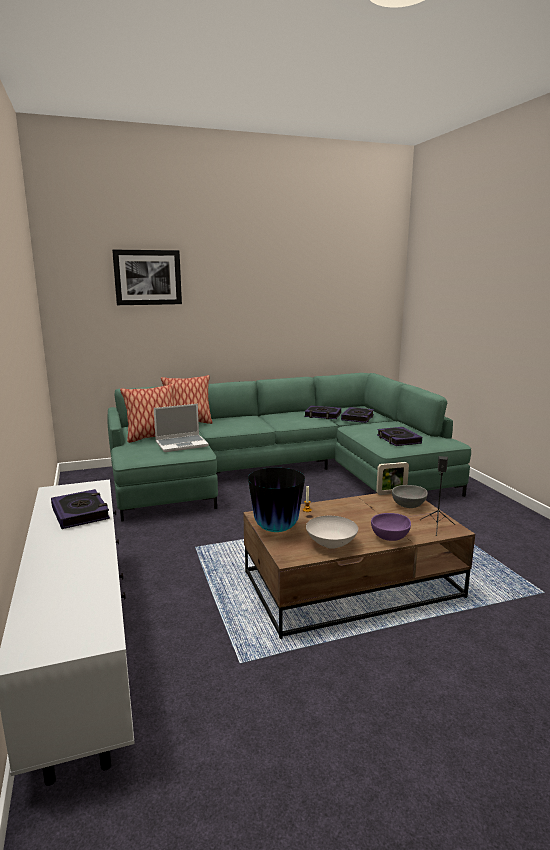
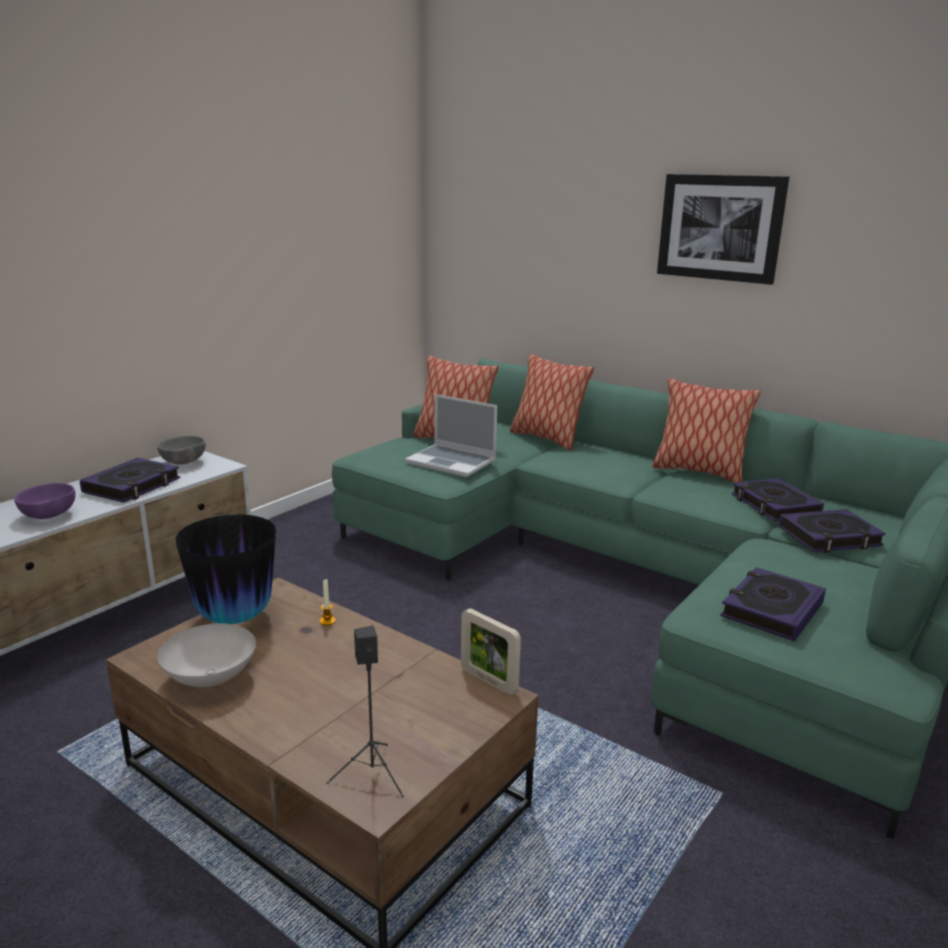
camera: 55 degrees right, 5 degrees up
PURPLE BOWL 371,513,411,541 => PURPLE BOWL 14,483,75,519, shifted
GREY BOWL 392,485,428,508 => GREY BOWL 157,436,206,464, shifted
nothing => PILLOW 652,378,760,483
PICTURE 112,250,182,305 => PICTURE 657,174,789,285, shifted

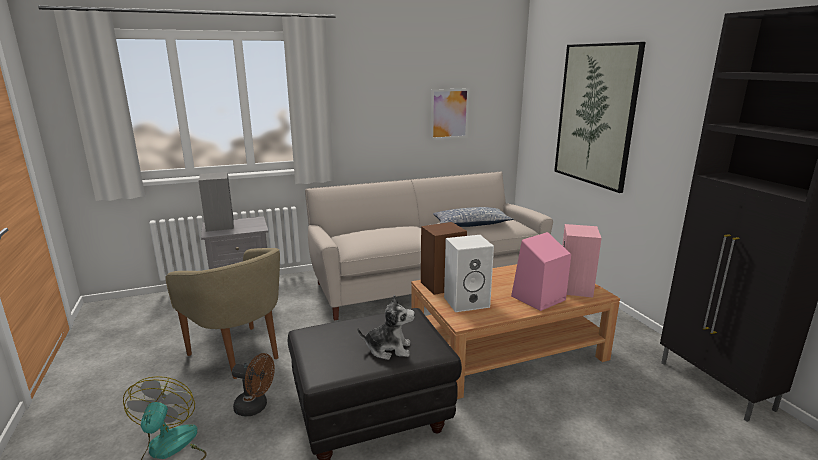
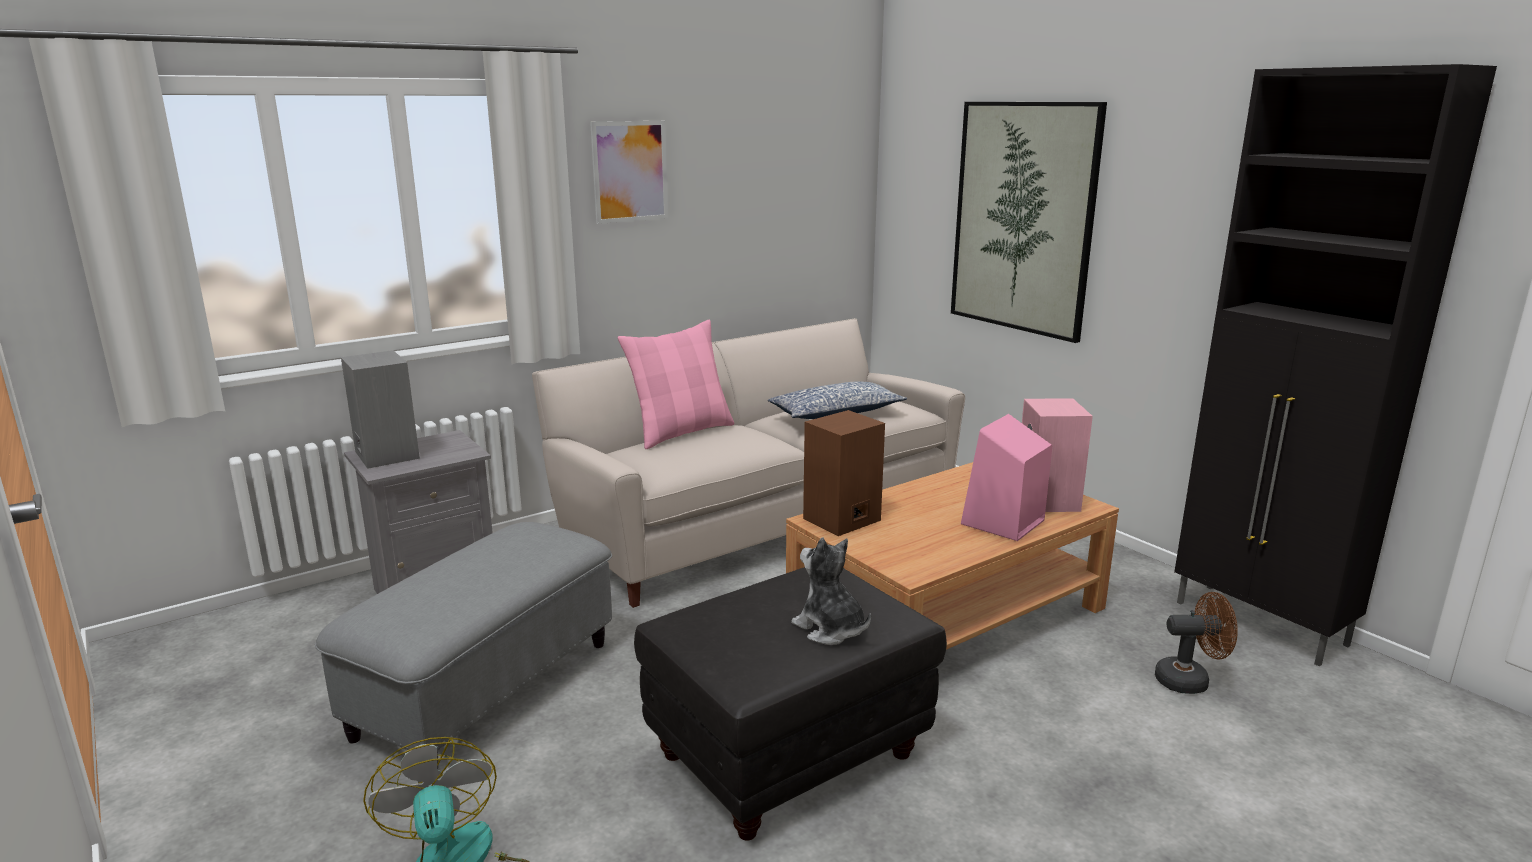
camera: 15 degrees left, 0 degrees up
BEIGE ARMCHAIR 166,248,280,379 => GREY OTTOMAN 315,522,612,769
PICTURE 431,88,469,140 => PICTURE 590,121,668,224, shifted
nothing => PINK PILLOW 618,320,735,449
PLUSH TOY 357,294,415,360 => PLUSH TOY 791,537,871,645, 120 degrees counterclockwise
BROWN FAN 232,353,275,416 => BROWN FAN 1155,592,1238,694, shifted
WHITE SPEAKER 444,235,494,312 => nothing

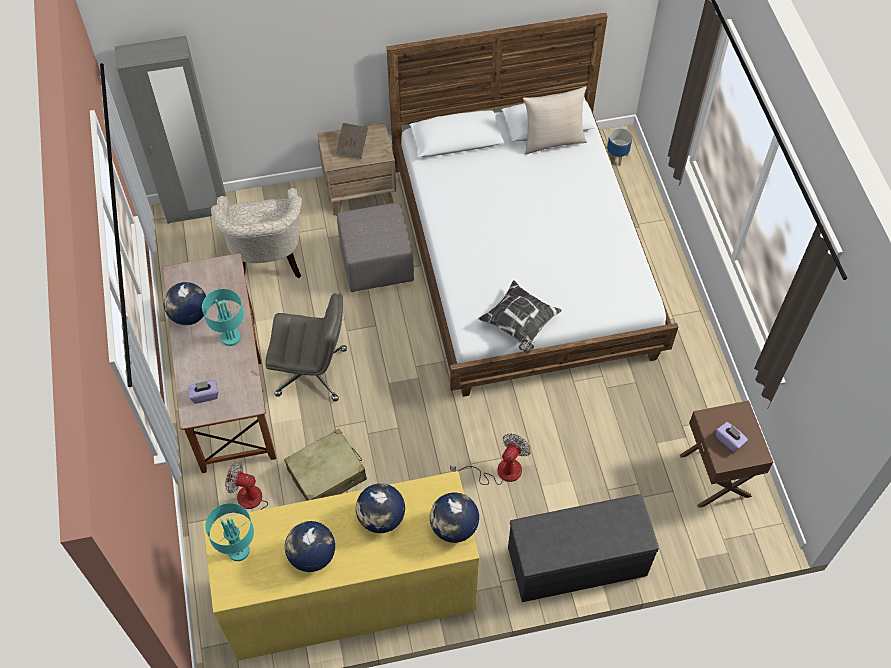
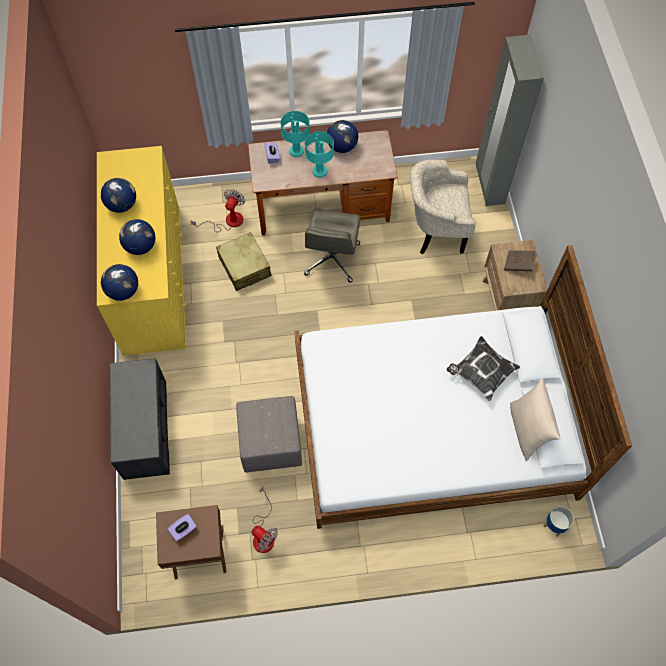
camera: 95 degrees right, 5 degrees up
GREY OTTOMAN 337,203,414,292 => GREY OTTOMAN 236,396,302,473, shifted
FAN 450,433,531,485 => FAN 251,486,278,553, shifted
TURQUOISE TABLE LAMP 205,503,254,561 => TURQUOISE TABLE LAMP 281,111,310,157, shifted
PILLOW 479,280,562,353 => PILLOW 447,336,520,401, shifted

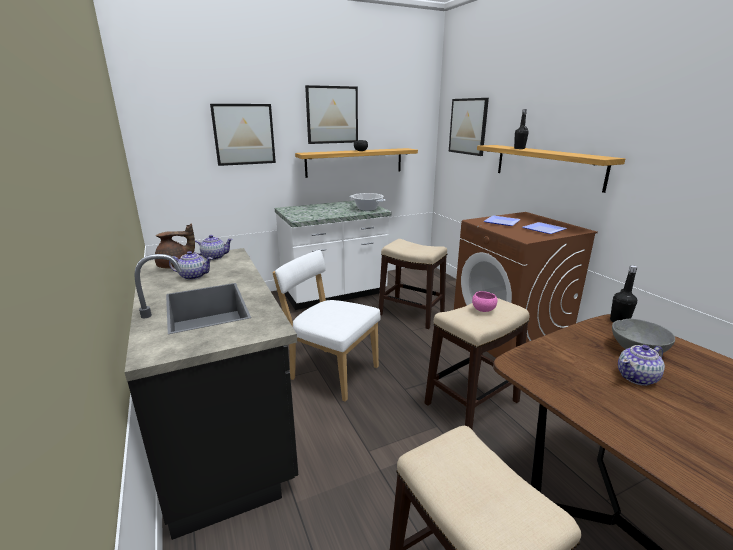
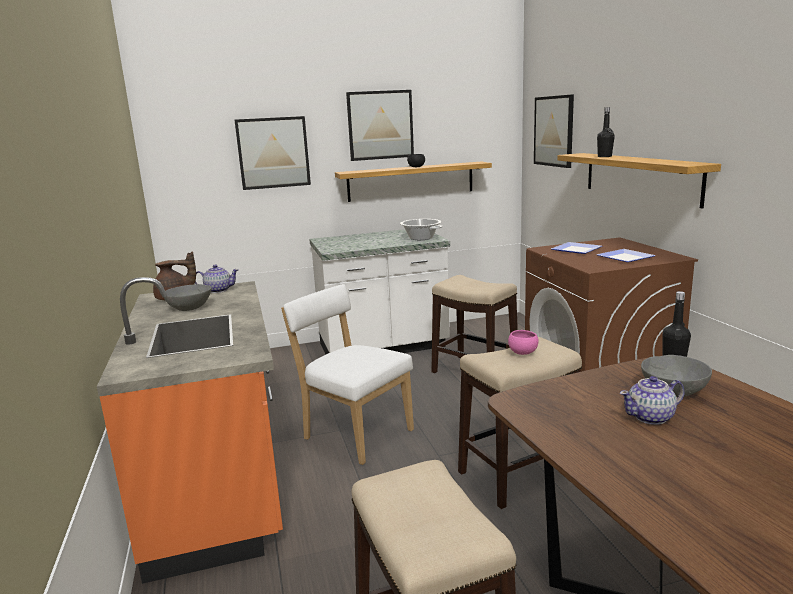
camera: 10 degrees right, 5 degrees down
BLACK COUNTER 125,248,298,540 => ORANGE COUNTER 97,277,283,584
TEAPOT 169,251,213,280 => GREY BOWL 164,284,211,311

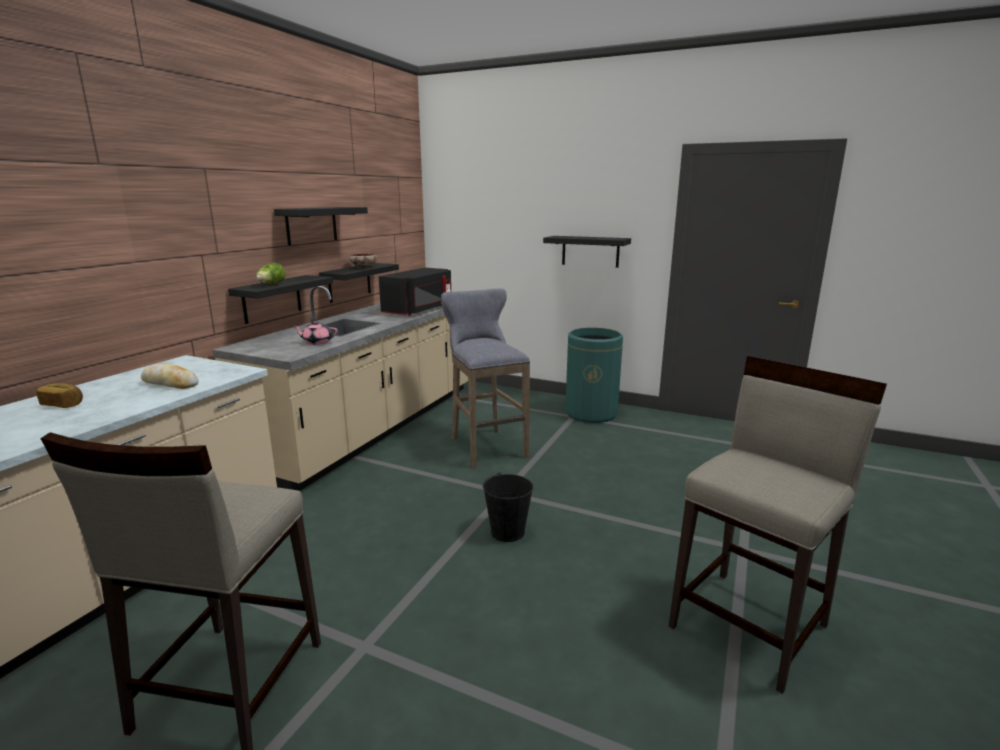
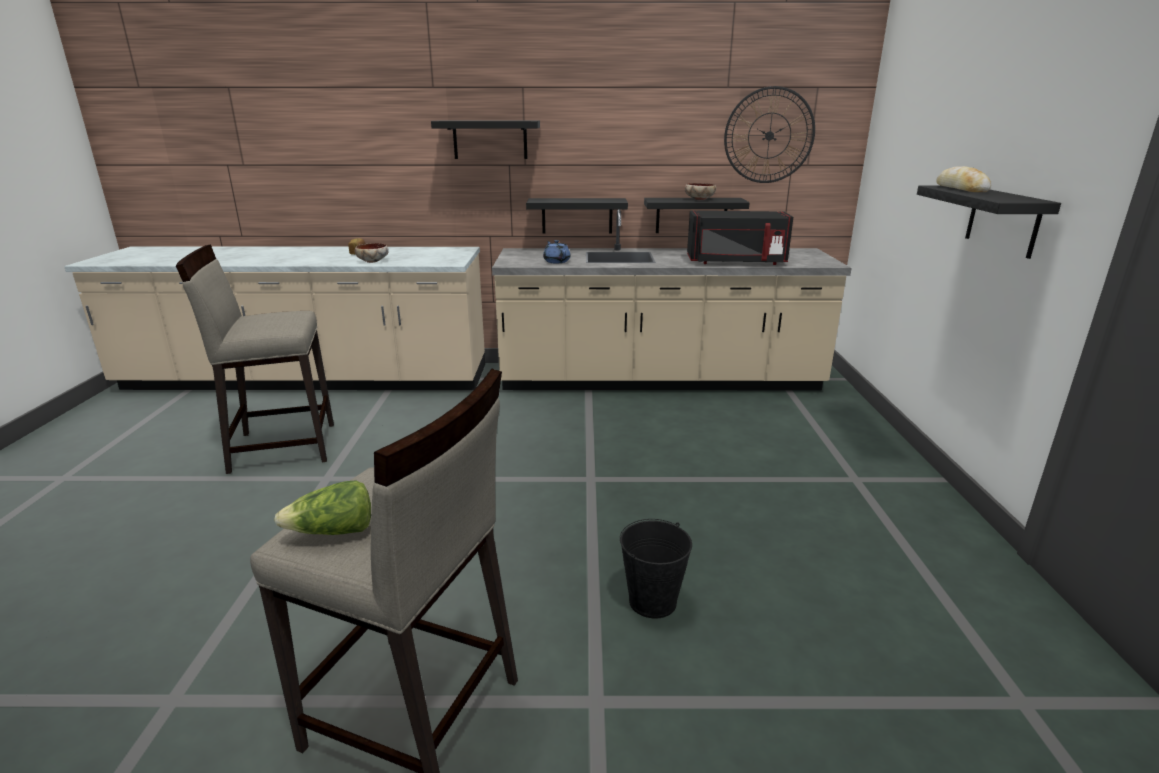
camera: 65 degrees right, 5 degrees up
LETTUCE 256,263,286,284 => LETTUCE 274,480,371,535, shifted
nothing => BOWL 355,243,389,263
BLACK SHELF 274,207,368,245 => BLACK SHELF 431,120,540,159, shifted
PINK TEAPOT 293,321,338,345 => BLUE TEAPOT 543,240,571,263
BLACK BUCKET 483,472,533,542 => BLACK BUCKET 620,519,692,619, shifted
nothing => WALL CLOCK 724,86,815,183
BREAD 141,363,199,389 => BREAD 936,166,991,192, shifted
GREY STOOL 441,288,530,468 => nothing
GREEN TRASH CAN 565,328,623,423 => nothing

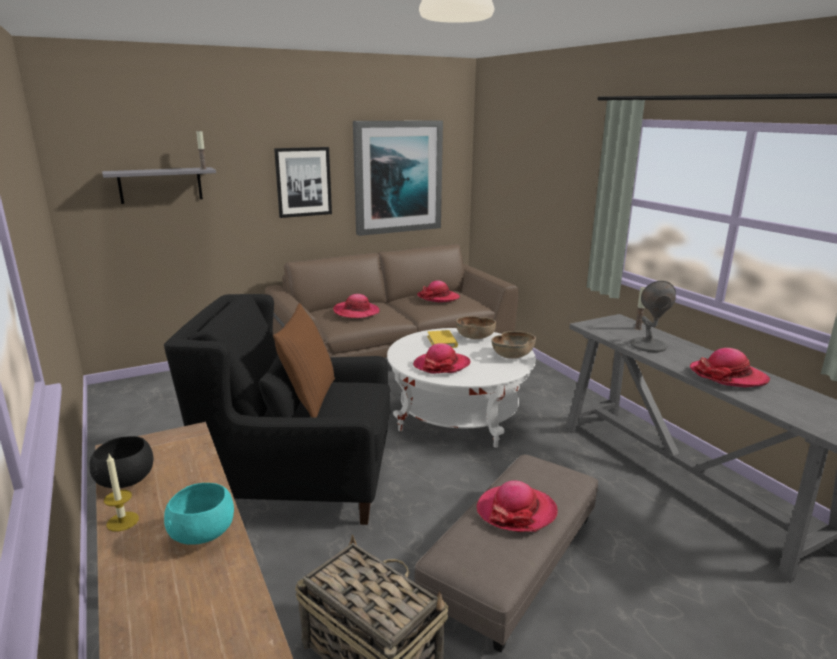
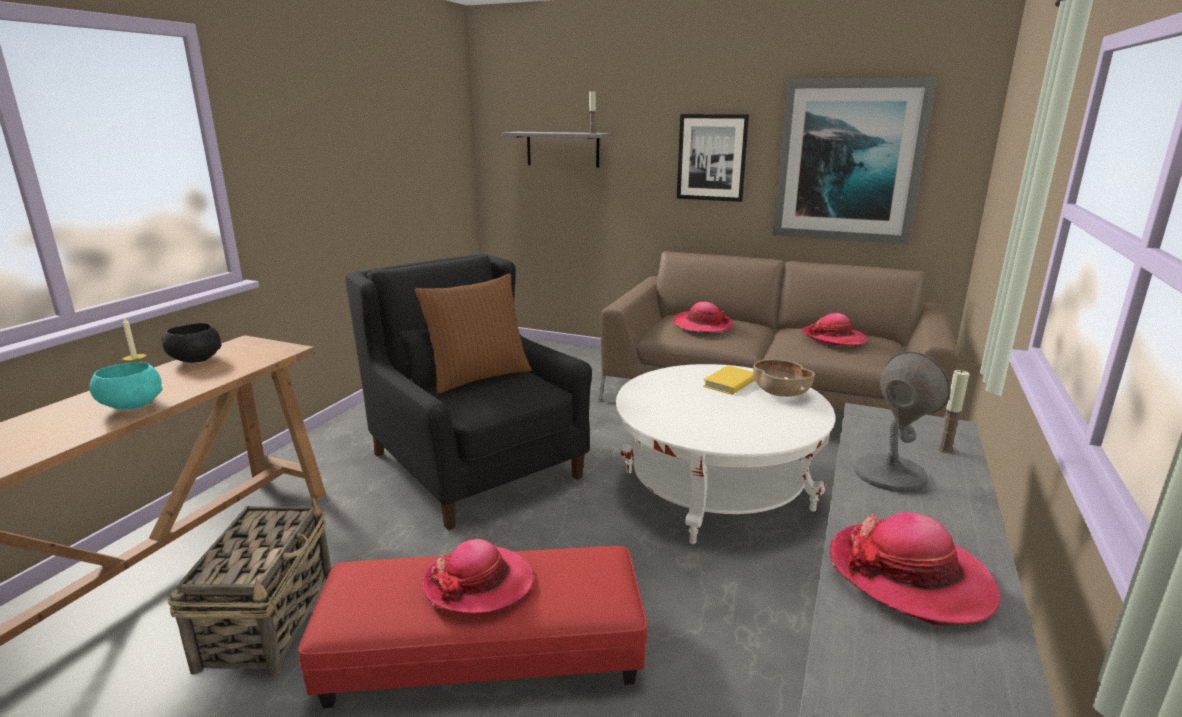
camera: 50 degrees right, 0 degrees up
GREY OTTOMAN 414,455,598,653 => RED OTTOMAN 298,546,647,708
HAT 413,343,471,374 => nothing
BROWN BOWL 491,331,536,359 => nothing

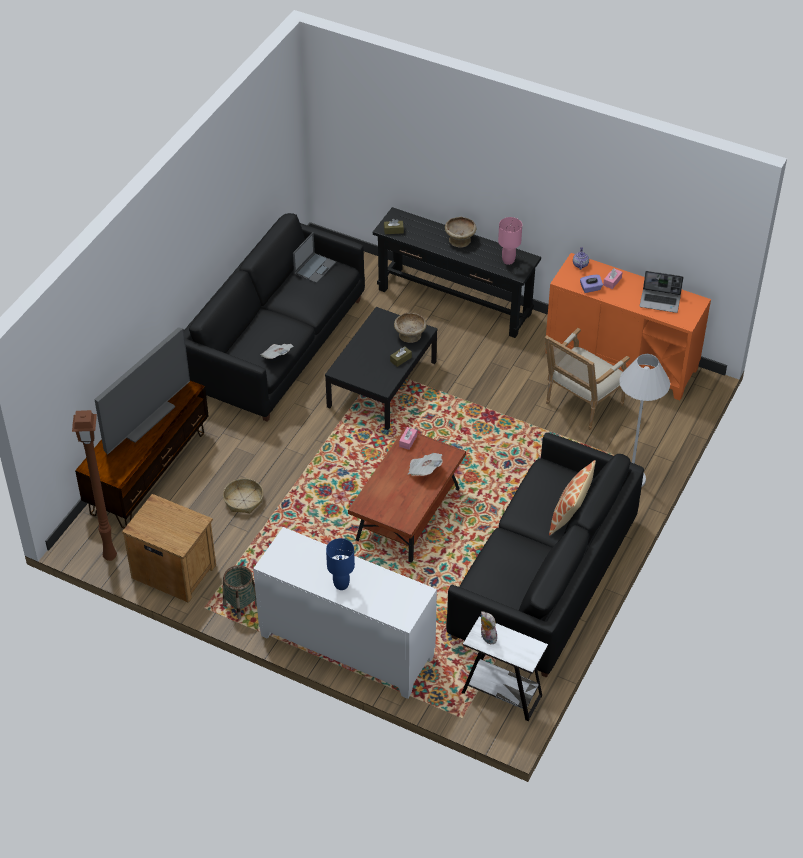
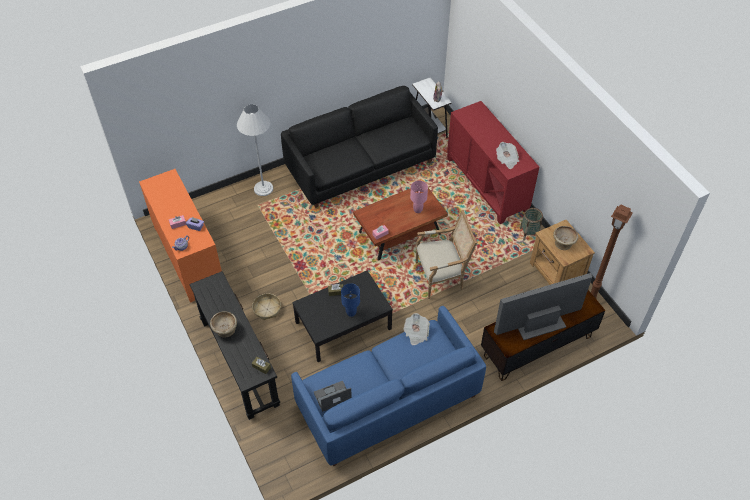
camera: 145 degrees left, 5 degrees up
BASKET 223,478,263,514 => BASKET 252,293,281,320, shifted
BLACK SOFA 184,213,365,422 => BLUE SOFA 291,306,486,466
BLUE TABLE LAMP 326,538,355,590 => BLUE TABLE LAMP 341,283,360,317, shifted
PINK TABLE LAMP 498,217,522,265 => PINK TABLE LAMP 410,181,428,213, shifted
ARMCHAIR 545,328,630,430 => ARMCHAIR 416,210,477,299, shifted
WHITE CABINET 253,527,437,699 => RED CABINET 447,101,539,224
NEWSPAPER 408,453,443,476 => NEWSPAPER 496,142,520,169, shifted
BEIGE BOWL 394,313,427,343 => BEIGE BOWL 553,226,578,250, shifted
PILLOW 549,460,596,536 => nothing
LAPTOP 640,271,684,313 => nothing

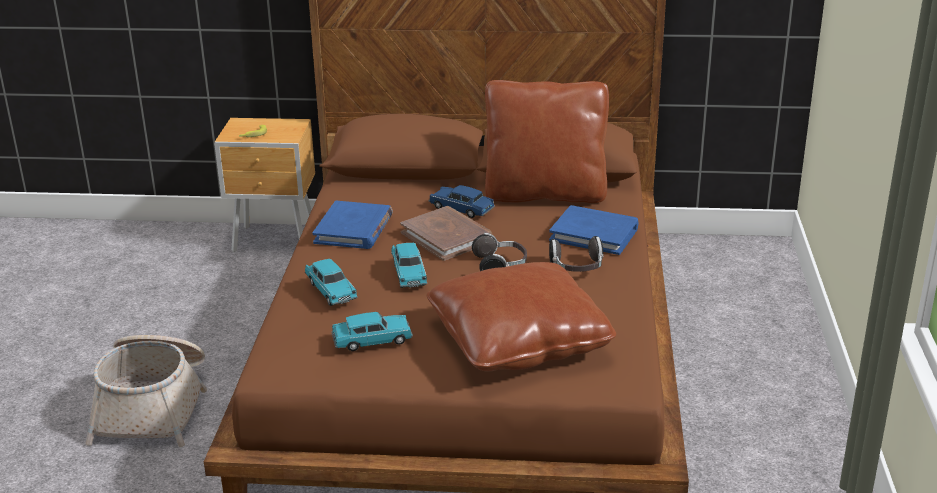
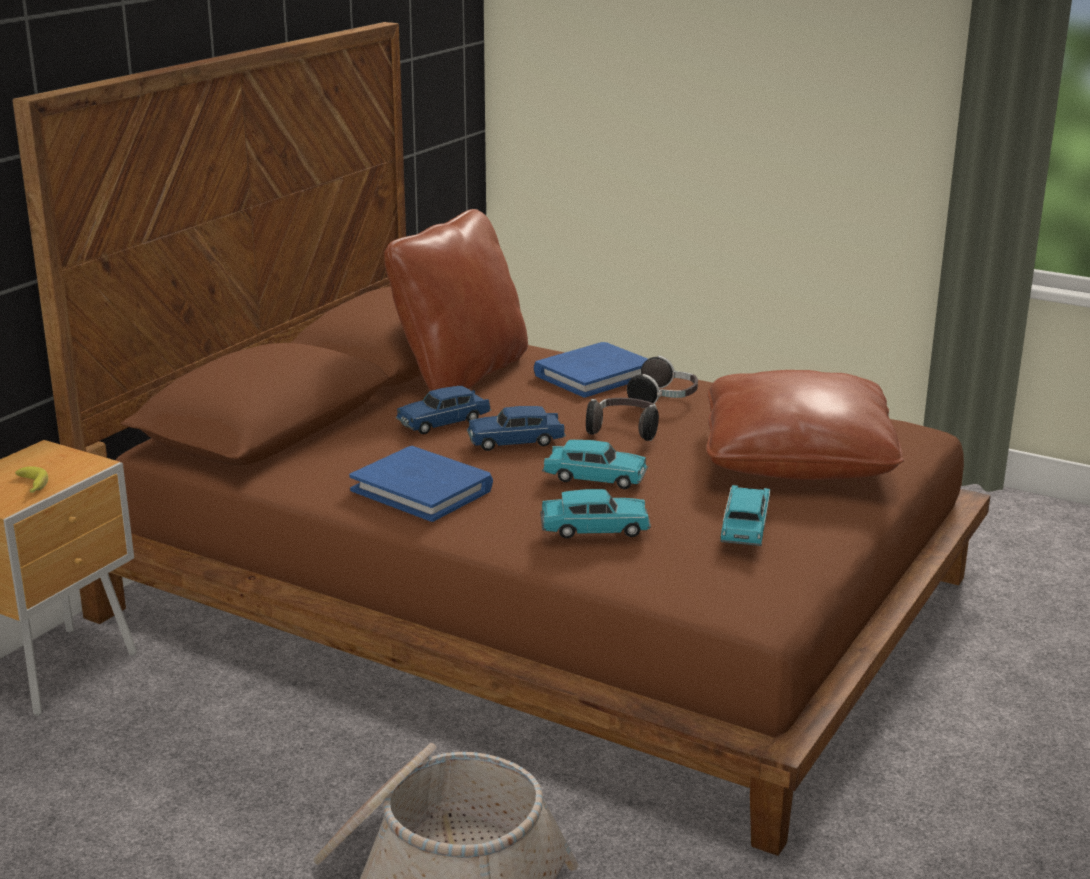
camera: 65 degrees left, 5 degrees down
BROWN BOOK 400,206,493,261 => BLUE TOY CAR 467,406,566,451

